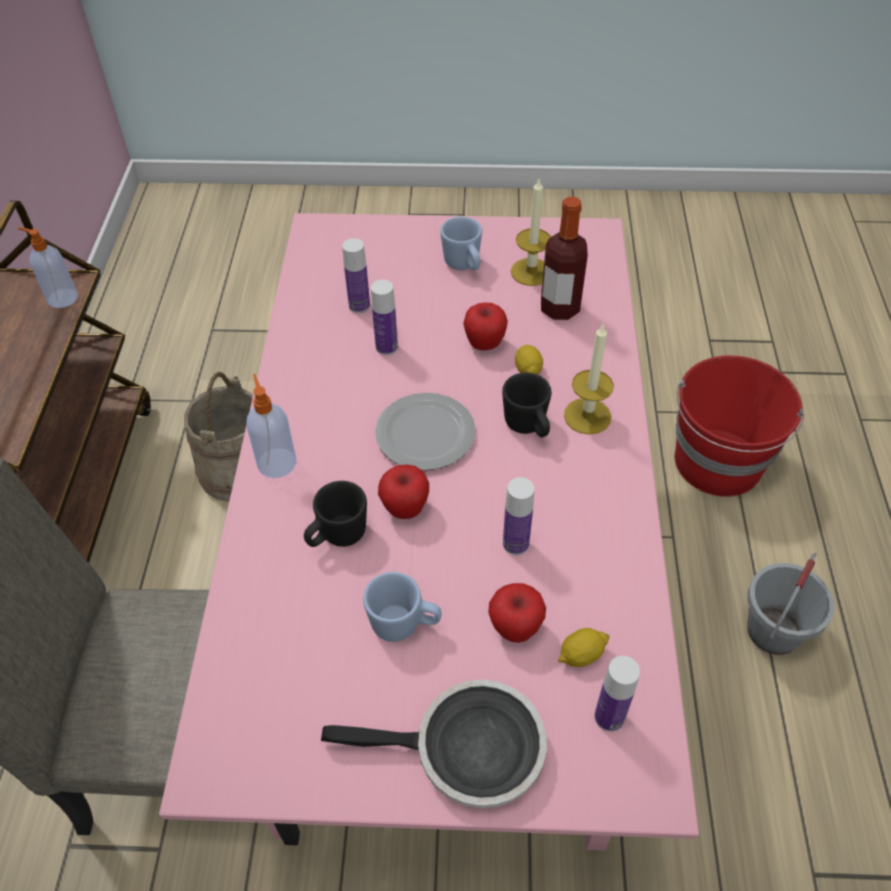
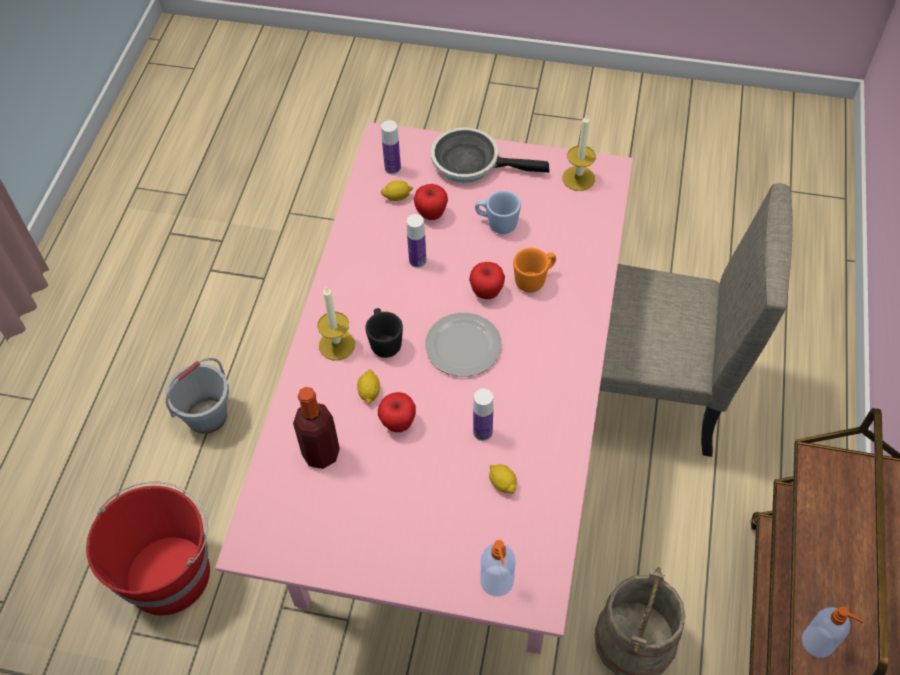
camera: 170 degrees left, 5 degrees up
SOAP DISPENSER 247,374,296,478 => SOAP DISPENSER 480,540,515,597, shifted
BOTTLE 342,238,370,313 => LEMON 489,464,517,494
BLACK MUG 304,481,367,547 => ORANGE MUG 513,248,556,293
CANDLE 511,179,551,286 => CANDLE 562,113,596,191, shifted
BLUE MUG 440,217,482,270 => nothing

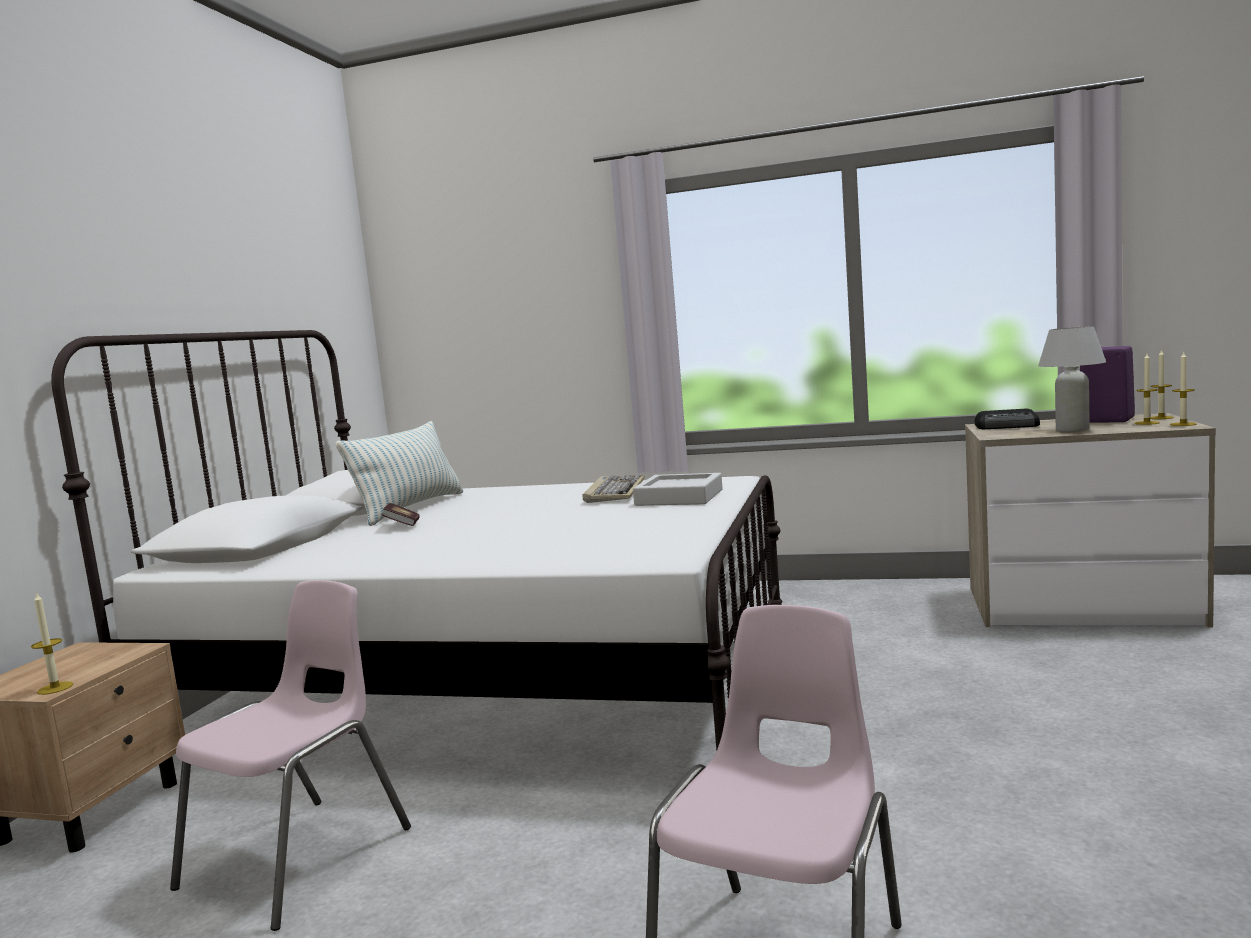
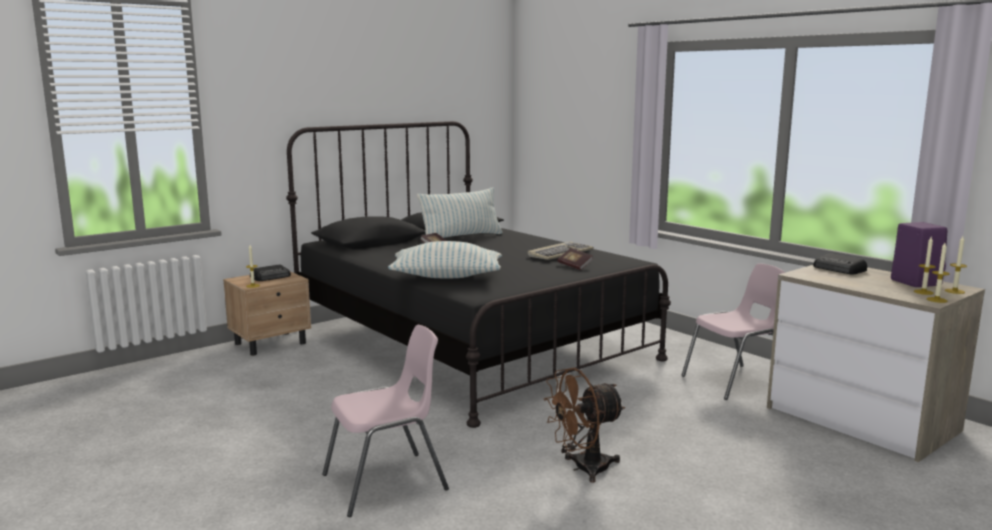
camera: 35 degrees right, 5 degrees up
nothing => RADIO 250,265,291,281
WHITE BED 51,330,782,751 => BLACK BED 286,121,671,428
nothing => PILLOW 388,241,502,278
nothing => BROWN FAN 543,368,625,483
GREY TRAY 633,473,723,506 => BOOK 557,248,593,270
PINK CHAIR 170,580,411,931 => PINK CHAIR 681,263,785,400, shifted
WHITE TABLE LAMP 1038,326,1106,432 => nothing

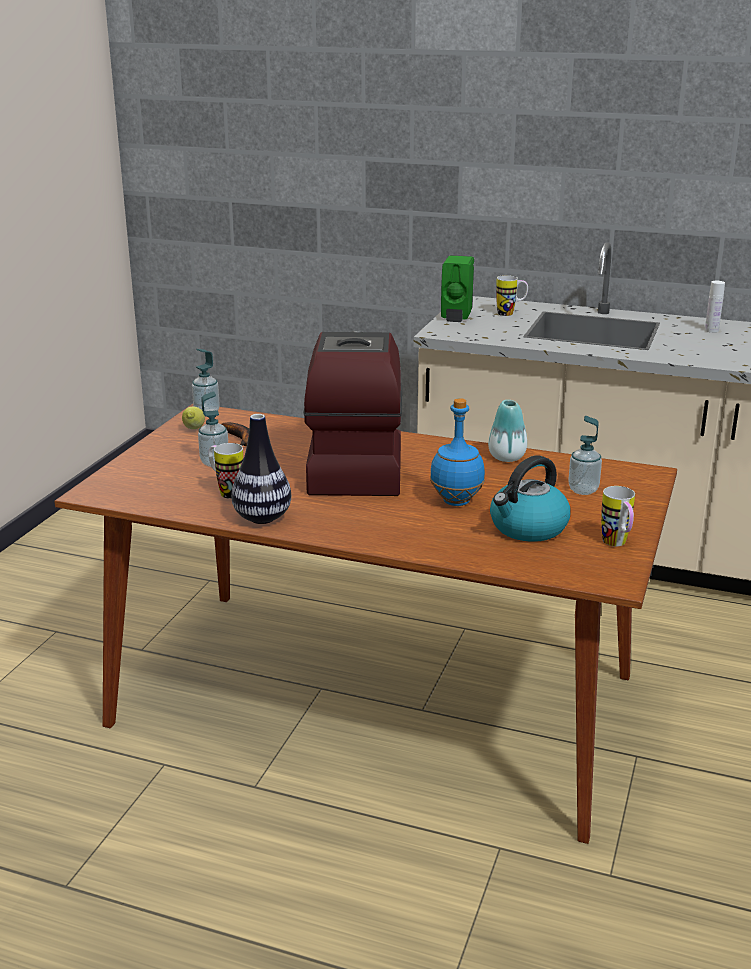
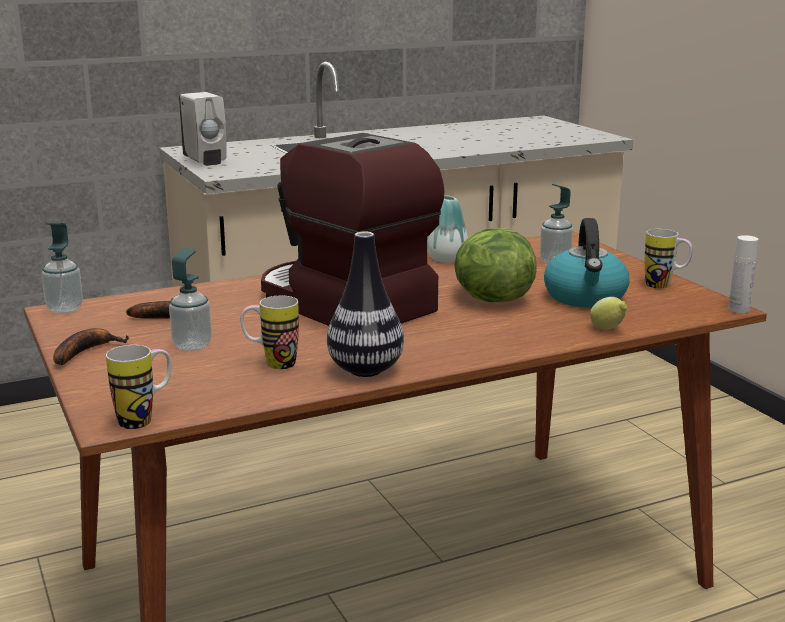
camera: 45 degrees left, 5 degrees down
nothing => BANANA 53,328,129,365
MUG 496,275,528,316 => MUG 106,345,172,429, shifted
GREEN SOAP DISPENSER 441,255,474,322 => WHITE SOAP DISPENSER 179,92,227,166
BLUE BOTTLE 430,398,485,506 => LETTUCE 454,228,537,302
LEMON 182,406,205,429 => LEMON 590,297,628,330, shifted
WHITE BOTTLE 705,281,725,333 => WHITE BOTTLE 728,235,758,313, shifted

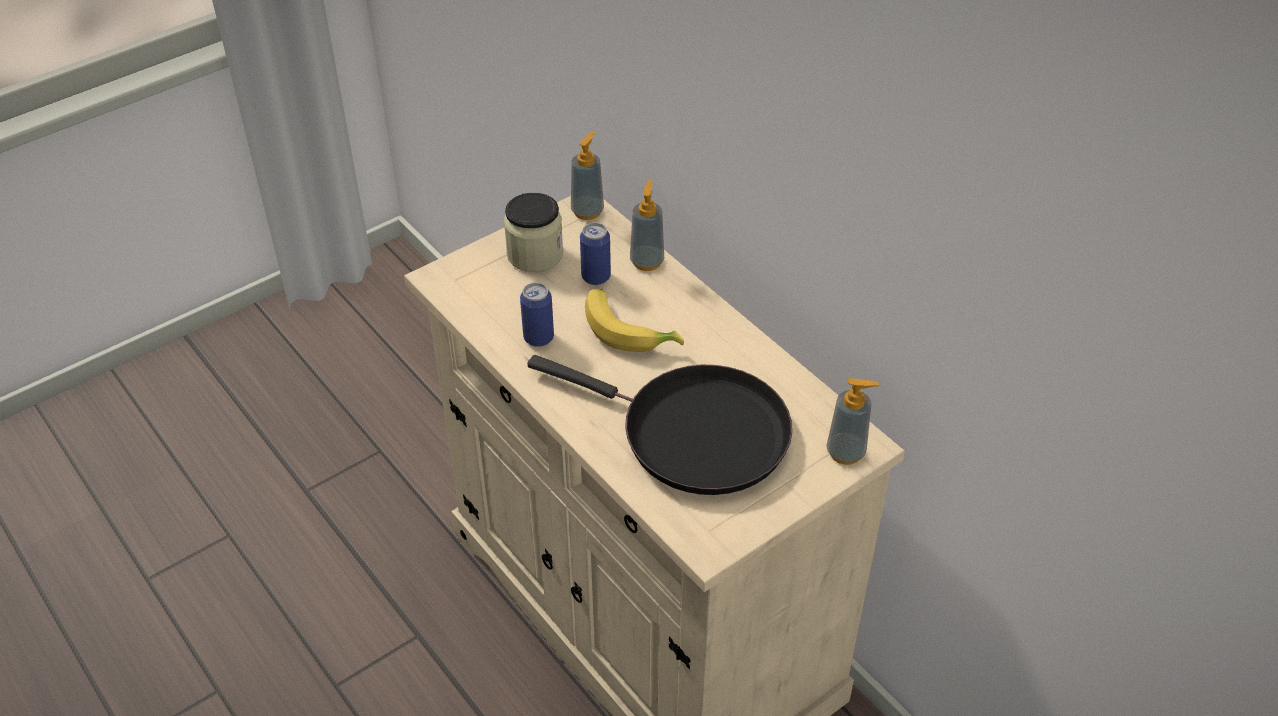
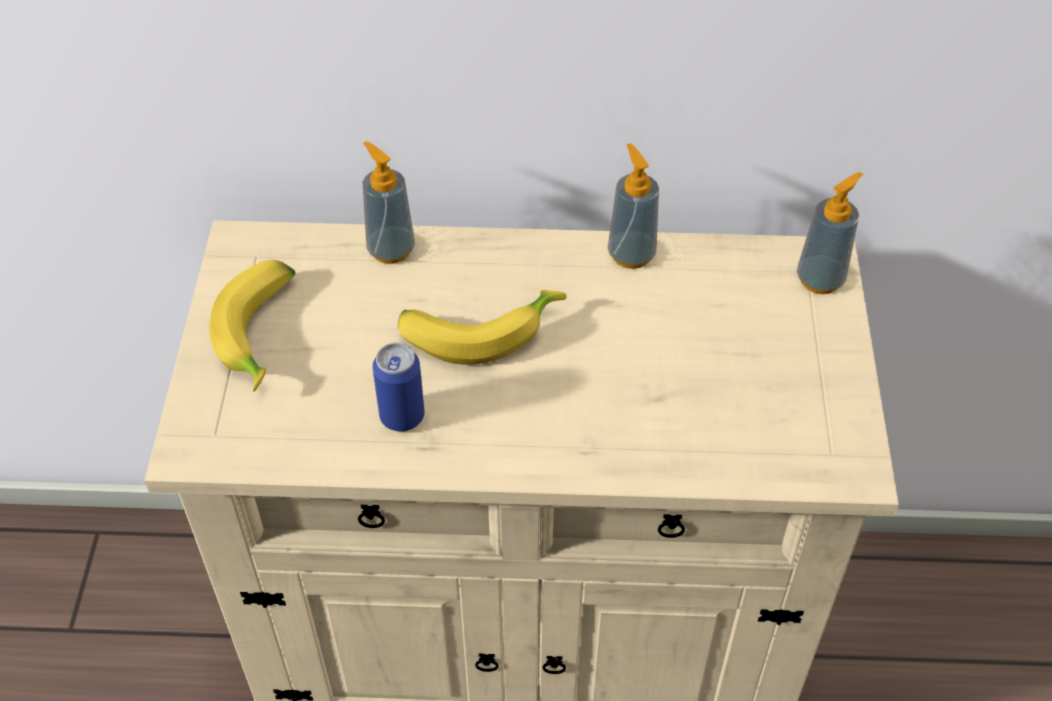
camera: 50 degrees left, 5 degrees up
JAR 504,193,563,272 => BANANA 209,260,295,392
SOAP DISPENSER 571,131,604,220 => SOAP DISPENSER 608,143,659,269, shifted
BLACK FRYING PAN 527,355,792,495 => nothing
CAN 580,222,611,285 => nothing

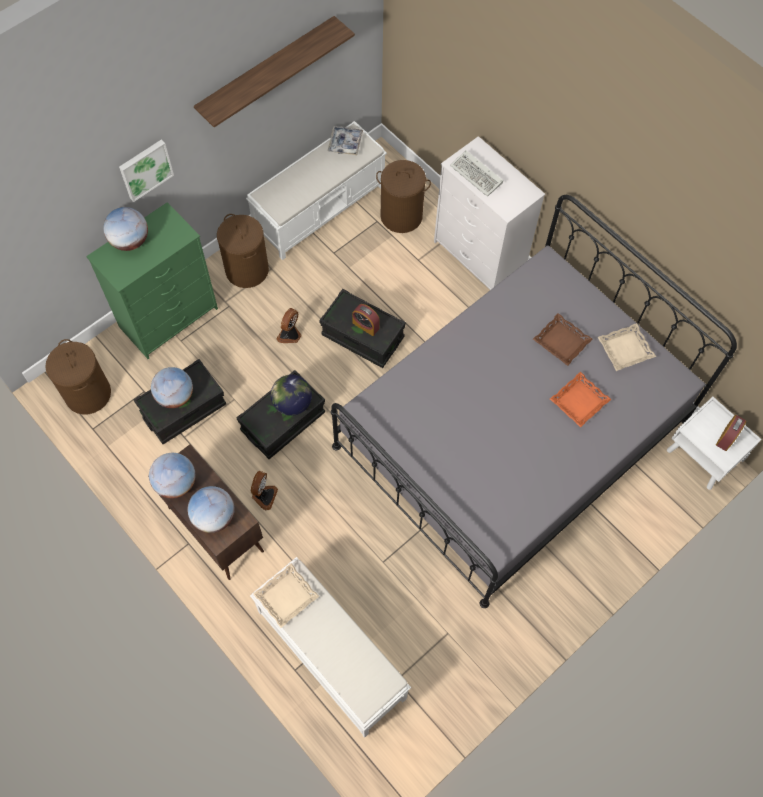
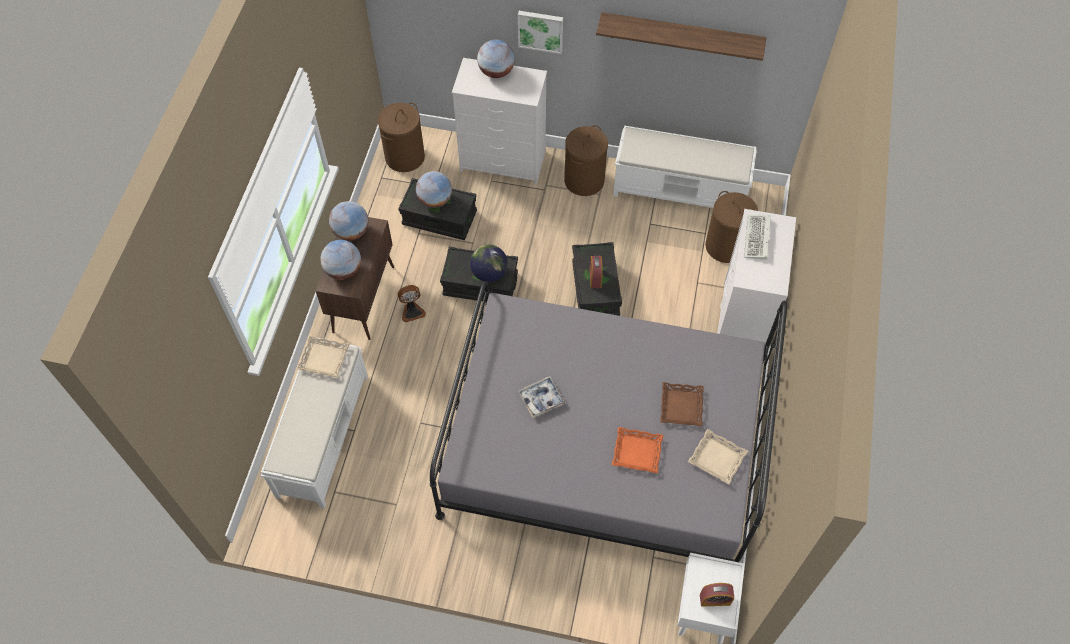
camera: 55 degrees right, 5 degrees down
GREEN DRESSER 86,202,218,359 => WHITE DRESSER 452,58,547,185
TRAY 328,126,363,155 => TRAY 518,376,566,418, shifted
FAN 276,308,302,343 => nothing

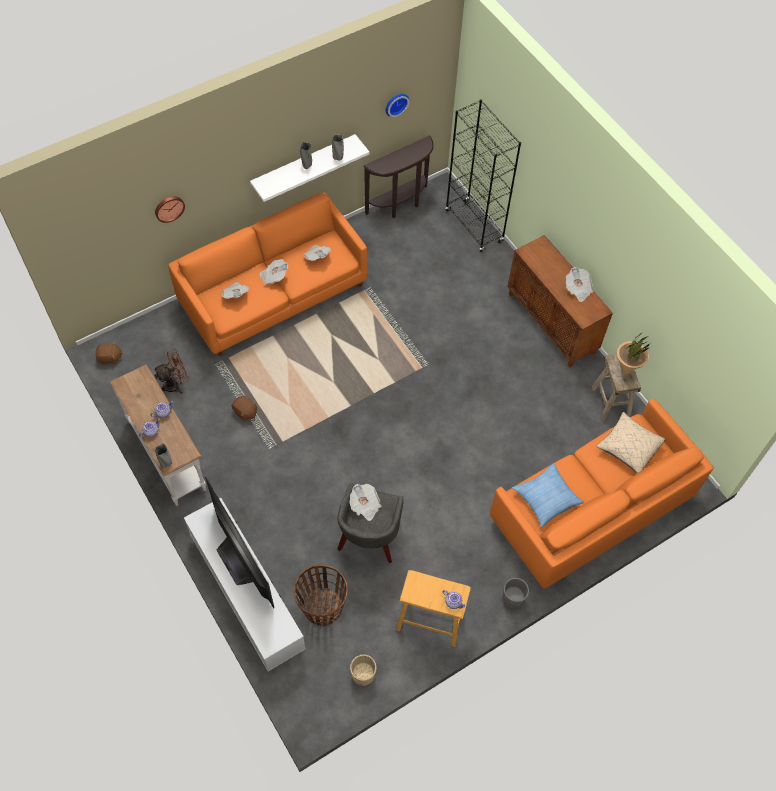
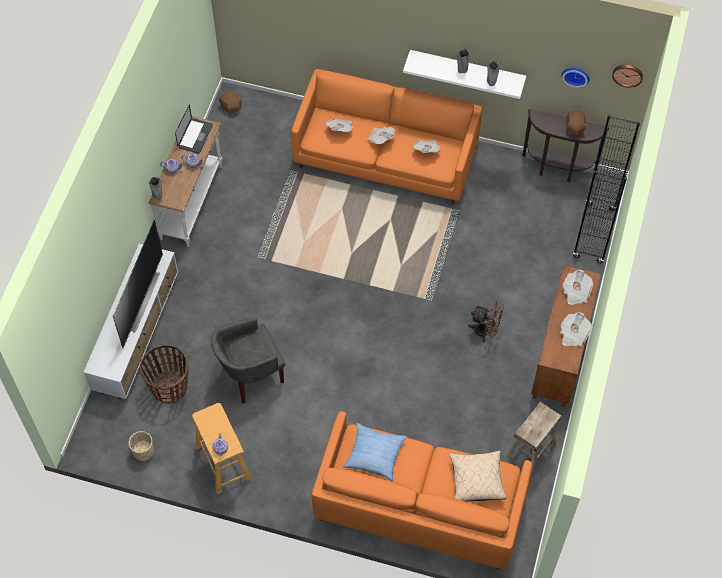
camera: 50 degrees right, 0 degrees up
nothing => LAPTOP 175,104,213,154
BROWN FAN 154,349,189,393 => BROWN FAN 468,302,504,342, shifted
NEWSPAPER 349,484,381,521 => NEWSPAPER 563,270,593,305, shifted
BROWN PLUSH TOY 232,395,257,422 => BROWN PLUSH TOY 566,111,587,135, shifted
WALL CLOCK 155,197,185,223 => WALL CLOCK 612,65,643,88, shifted
GREY PLANTER 503,578,529,609 => nothing
POTTED PLANT 617,334,651,375 => nothing

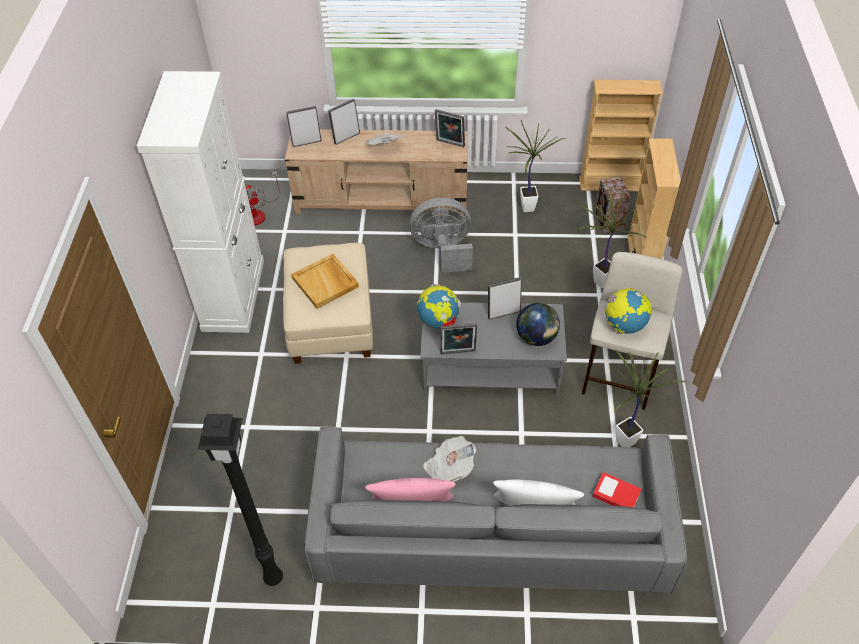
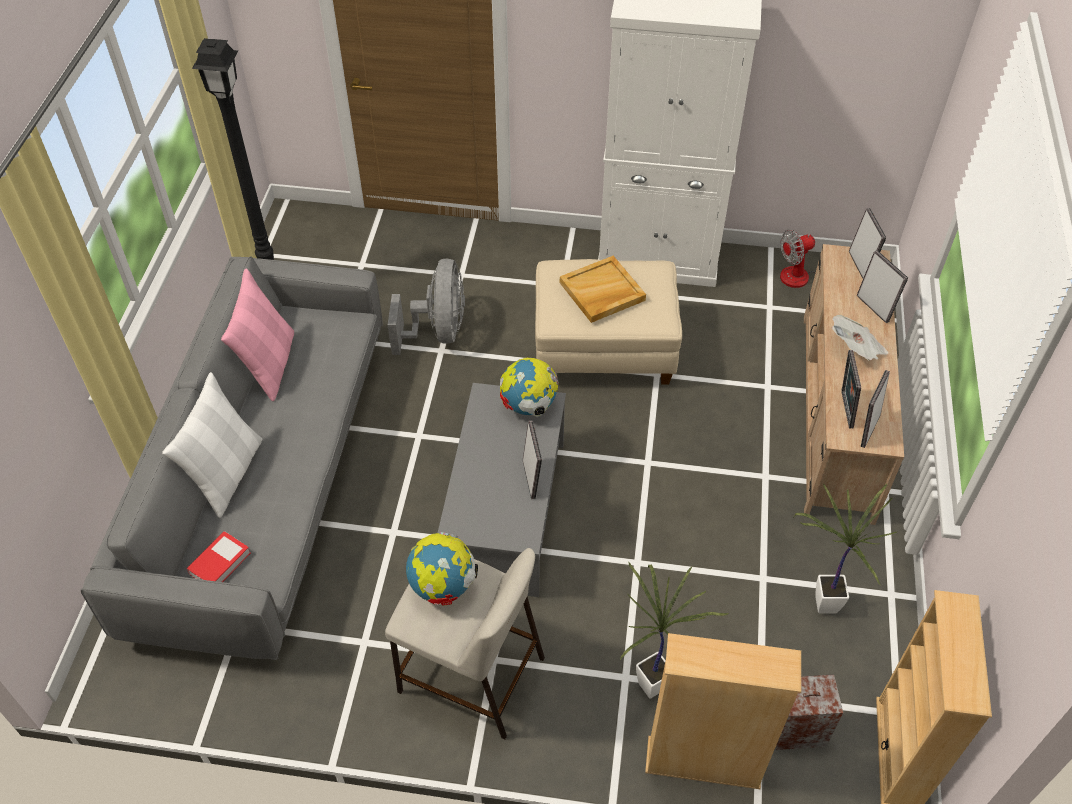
camera: 95 degrees right, 0 degrees up
GREY FAN 409,198,473,273 => GREY FAN 388,258,465,355, shifted
PICTURE FRAME 441,323,477,354 => PICTURE FRAME 841,350,861,429, shifted
NEWSPAPER 423,436,476,482 => nothing
GLOBE 516,303,560,346 => nothing
POTTED PLANT 614,350,687,447 => nothing

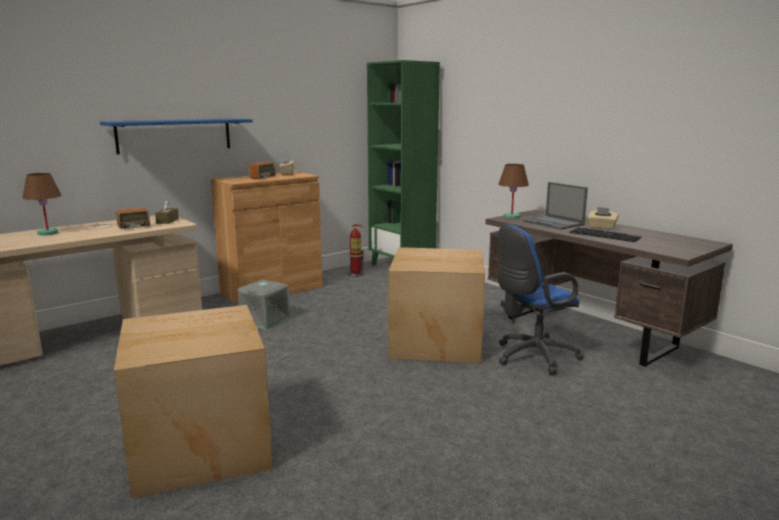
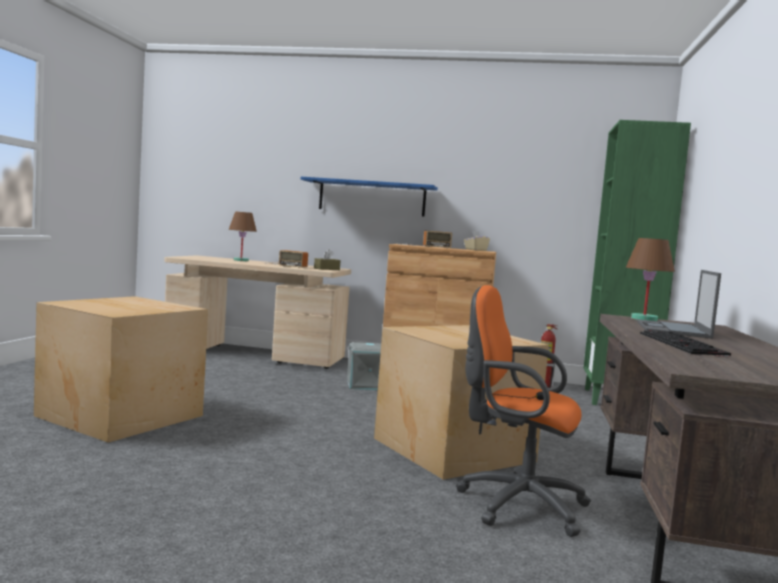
camera: 50 degrees right, 10 degrees down
BLUE OFFICE CHAIR 498,224,584,375 => ORANGE OFFICE CHAIR 456,285,591,537
BEIGE TISSUE BOX 588,207,619,230 => nothing

